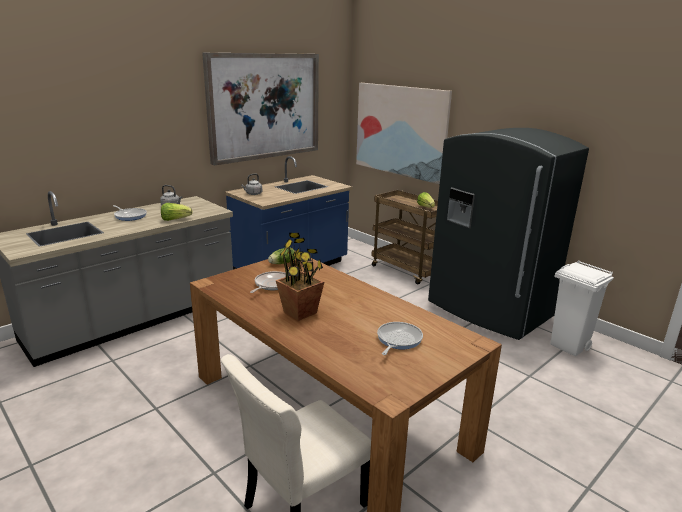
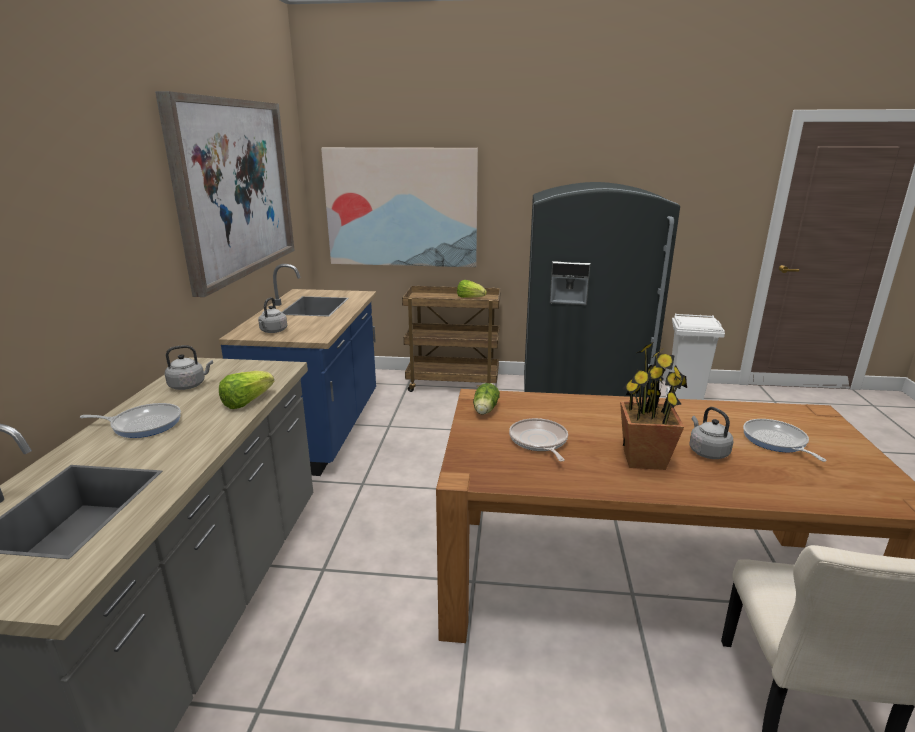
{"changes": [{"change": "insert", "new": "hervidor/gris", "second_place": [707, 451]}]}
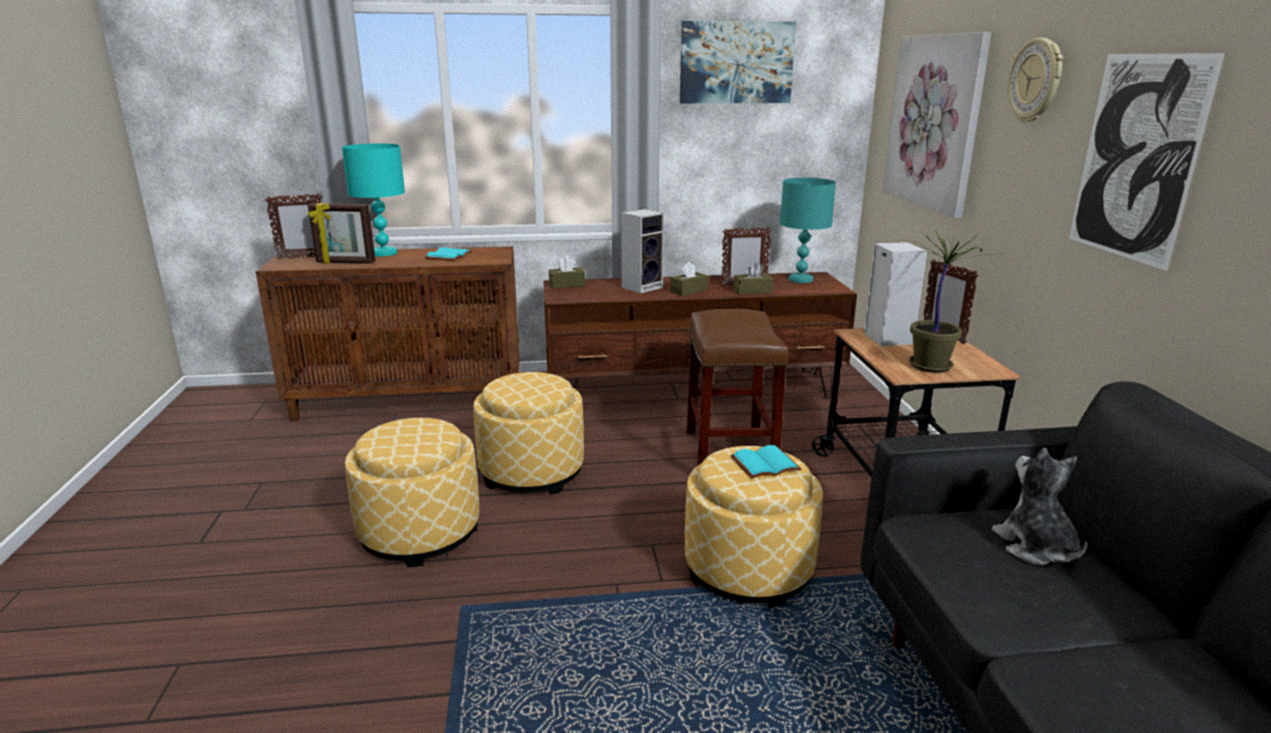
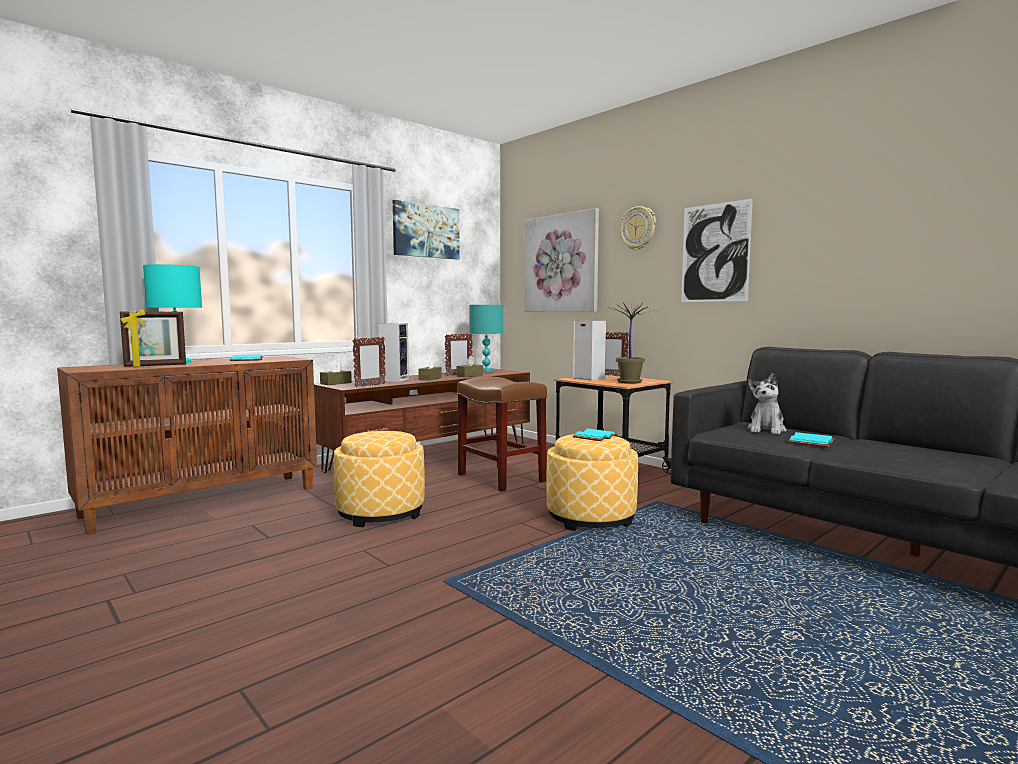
{"changes": [{"change": "delete", "old": "puf", "first_place": [420, 532]}, {"change": "insert", "new": "libro/turquesa", "second_place": [812, 442]}, {"change": "move", "old": "portarretratos", "first_place": [303, 257], "second_place": [370, 385]}, {"change": "rotate", "old": "peluche", "first_place": [1035, 547], "second_place": [766, 430], "degrees": -105}]}
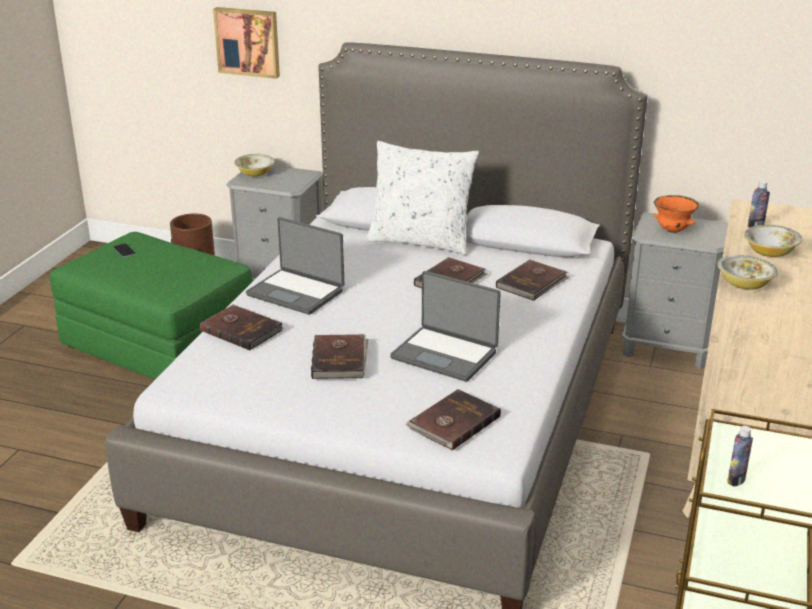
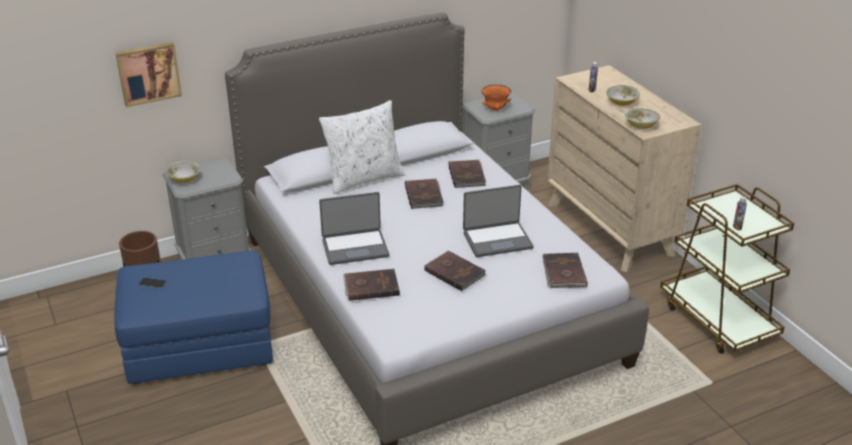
{"changes": [{"change": "recolor", "old": "puf/verde", "new": "puf/azul", "first_place": [158, 344], "second_place": [199, 345]}]}
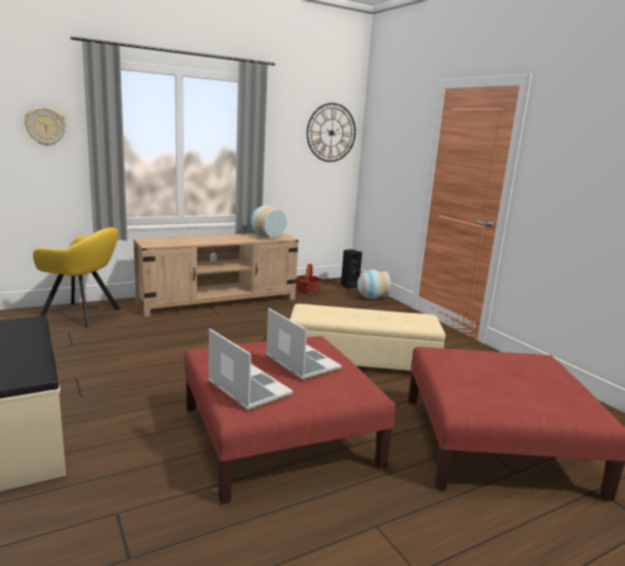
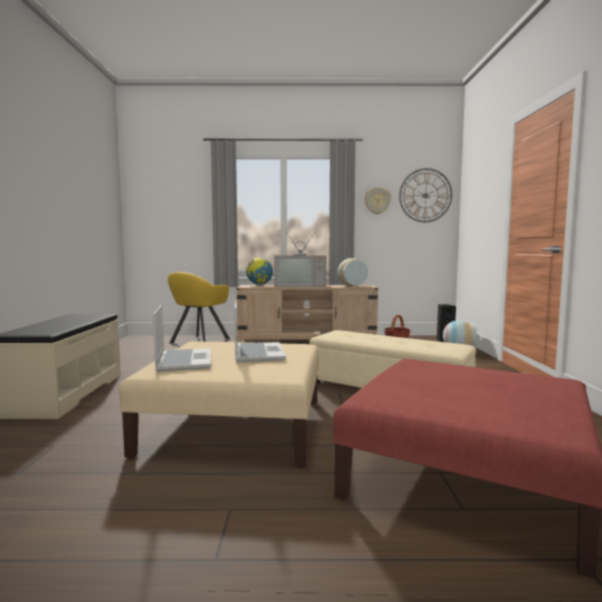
{"changes": [{"change": "insert", "new": "globo terráqueo", "second_place": [259, 285]}, {"change": "insert", "new": "televisor", "second_place": [301, 286]}, {"change": "move", "old": "reloj de pared", "first_place": [45, 126], "second_place": [377, 201]}, {"change": "recolor", "old": "puf/rojo", "new": "puf/beis", "first_place": [278, 435], "second_place": [235, 425]}, {"change": "rotate", "old": "sillón/amarillo", "first_place": [83, 315], "second_place": [198, 341], "degrees": 75}]}
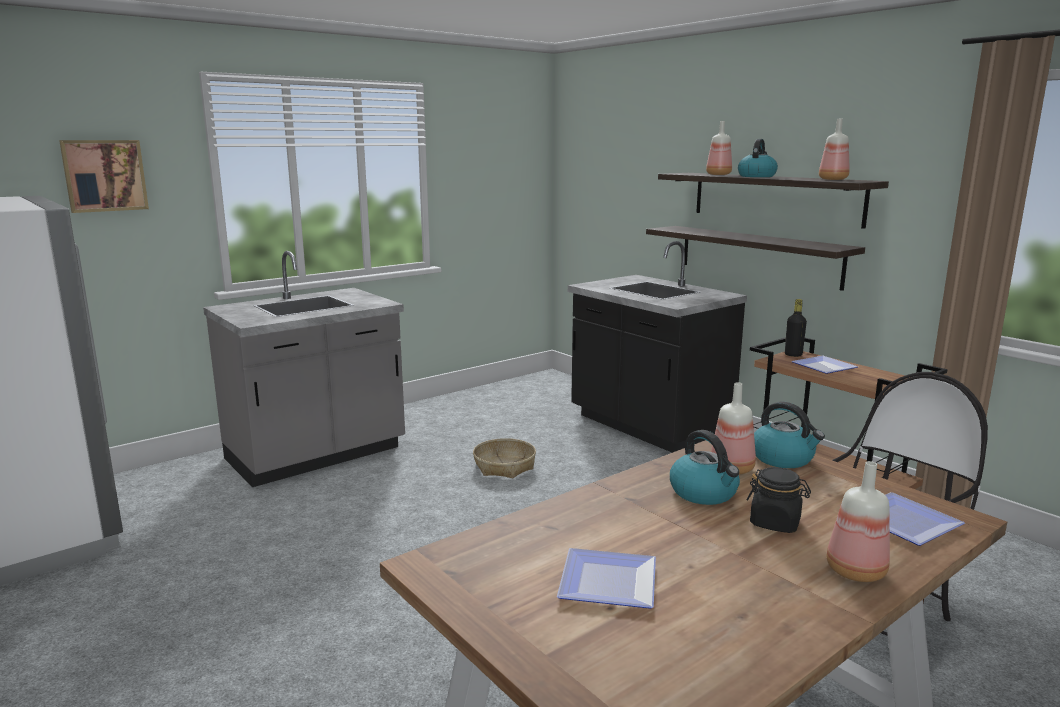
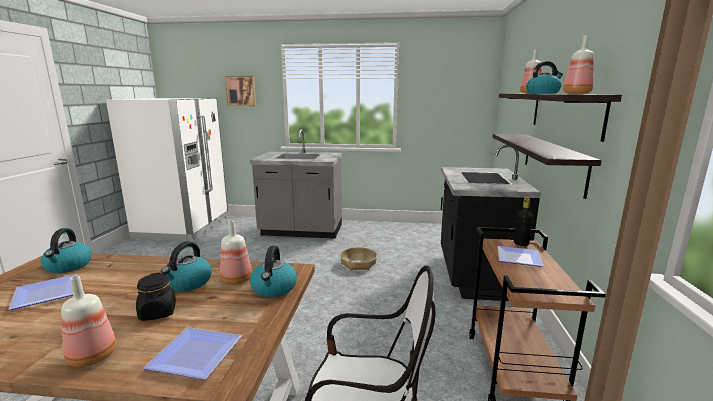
{"changes": [{"change": "insert", "new": "hervidor", "second_place": [68, 266]}]}
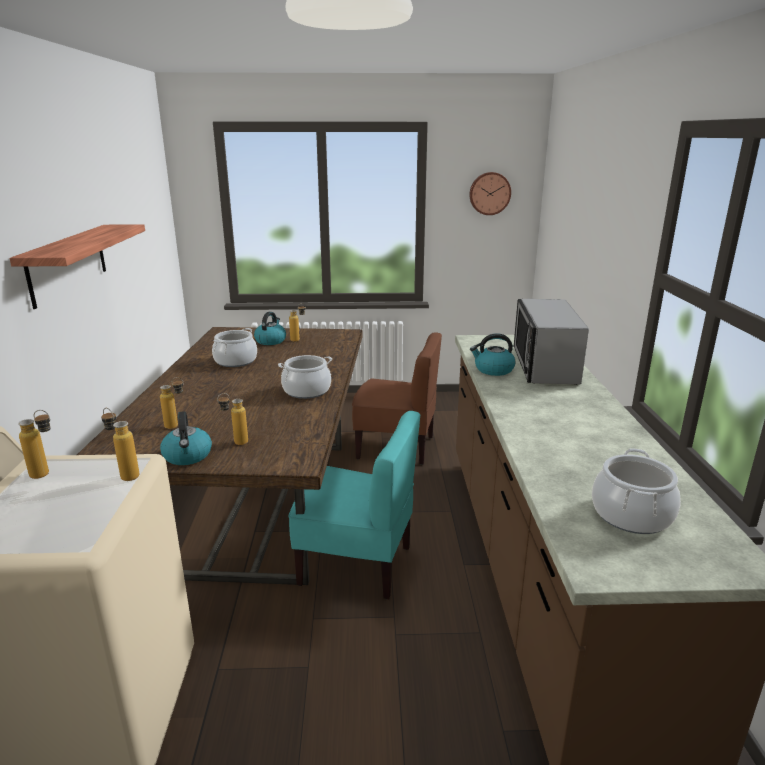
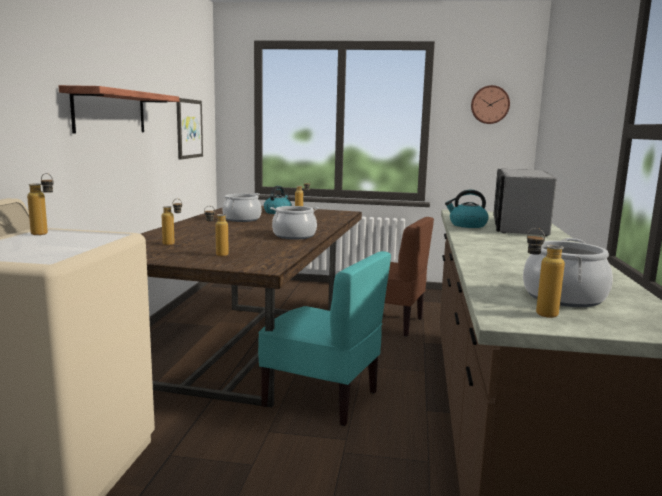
{"changes": [{"change": "delete", "old": "hervidor", "first_place": [188, 456]}, {"change": "insert", "new": "cuadro", "second_place": [188, 128]}, {"change": "move", "old": "botella", "first_place": [125, 475], "second_place": [538, 312]}]}
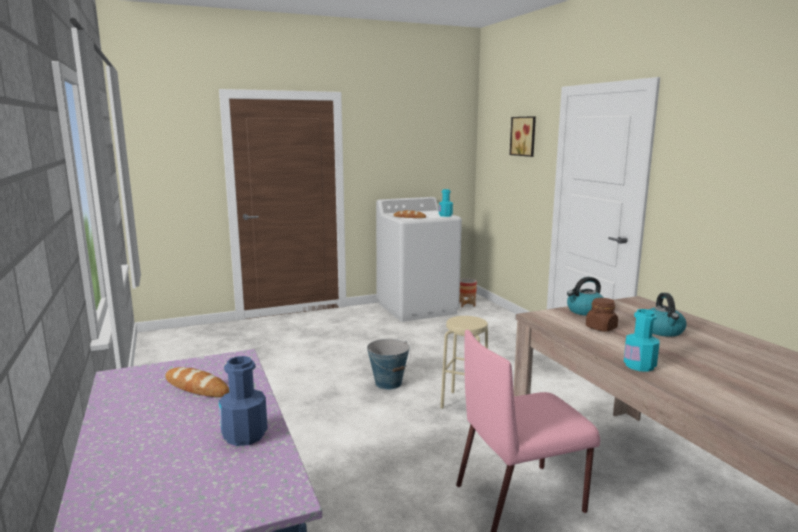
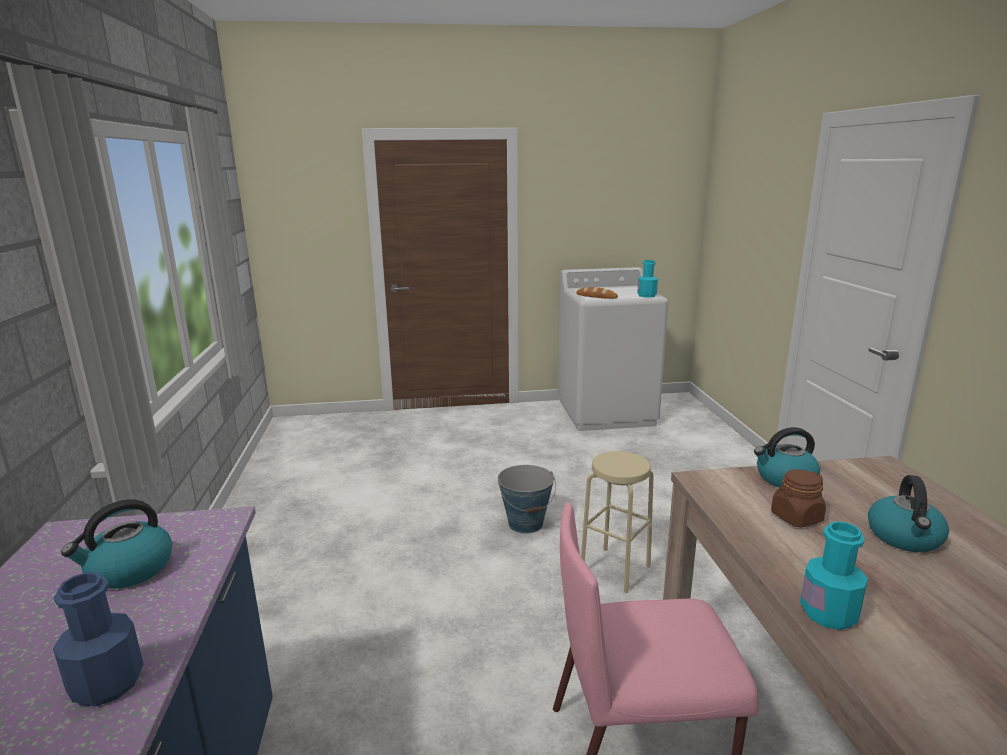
{"changes": [{"change": "delete", "old": "maceta", "first_place": [466, 304]}, {"change": "delete", "old": "cuadro", "first_place": [524, 136]}, {"change": "replace", "old": "pan", "new": "hervidor", "first_place": [197, 387], "second_place": [129, 570]}]}
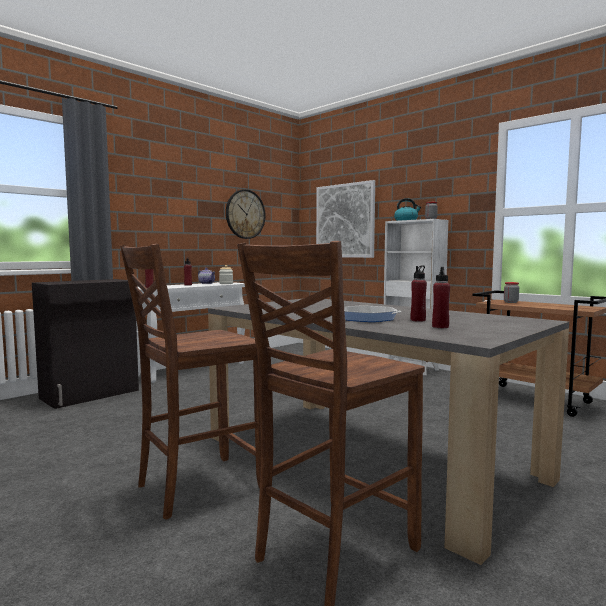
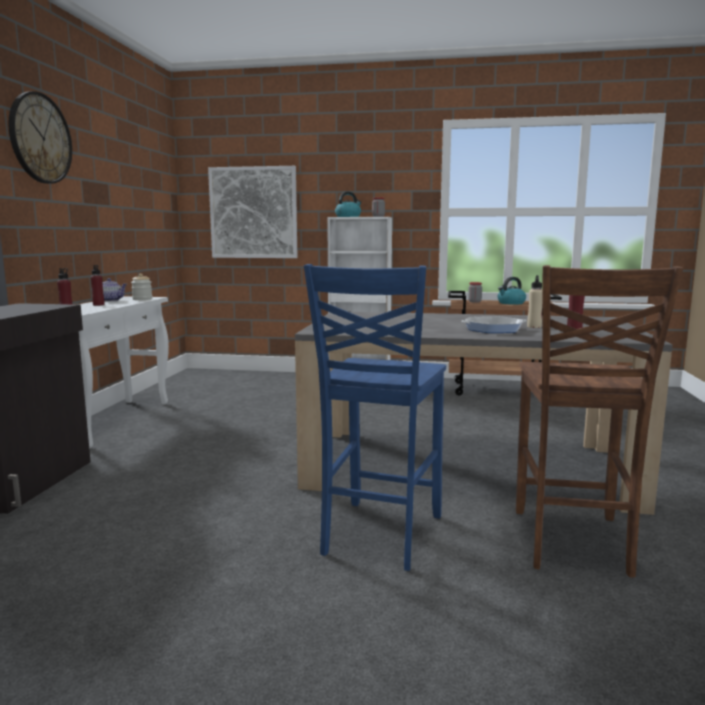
{"changes": [{"change": "insert", "new": "hervidor", "second_place": [511, 303]}, {"change": "move", "old": "reloj de pared", "first_place": [245, 214], "second_place": [40, 138]}, {"change": "recolor", "old": "silla/marrón", "new": "silla/azul", "first_place": [197, 487], "second_place": [379, 535]}, {"change": "recolor", "old": "botella/rojo", "new": "botella/beis", "first_place": [418, 320], "second_place": [534, 327]}]}
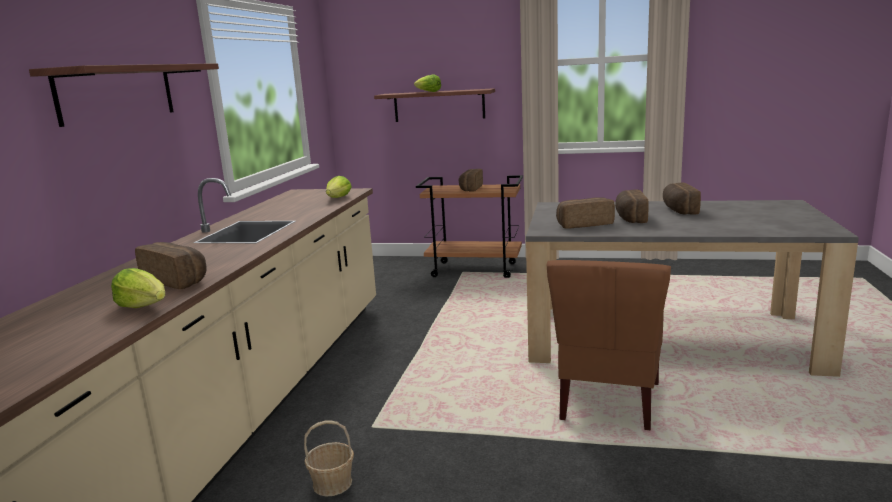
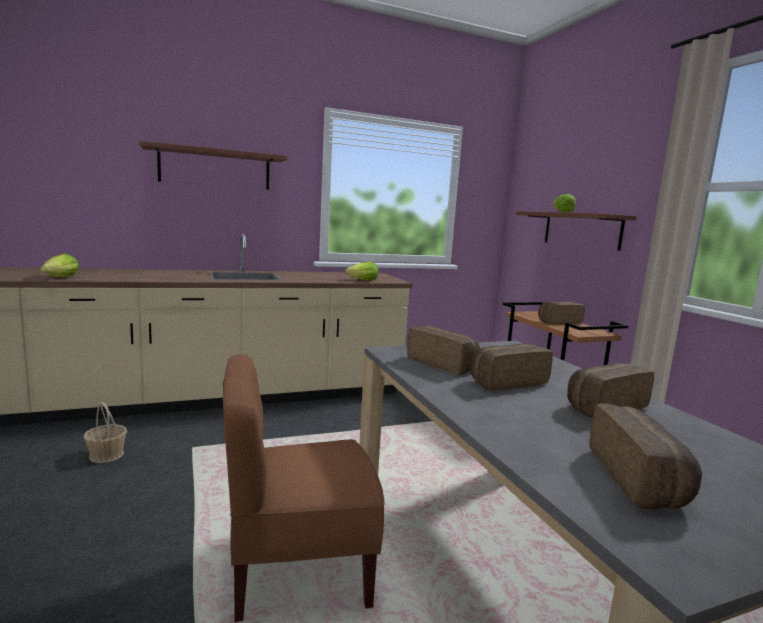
{"changes": [{"change": "move", "old": "pan", "first_place": [177, 280], "second_place": [640, 479]}]}
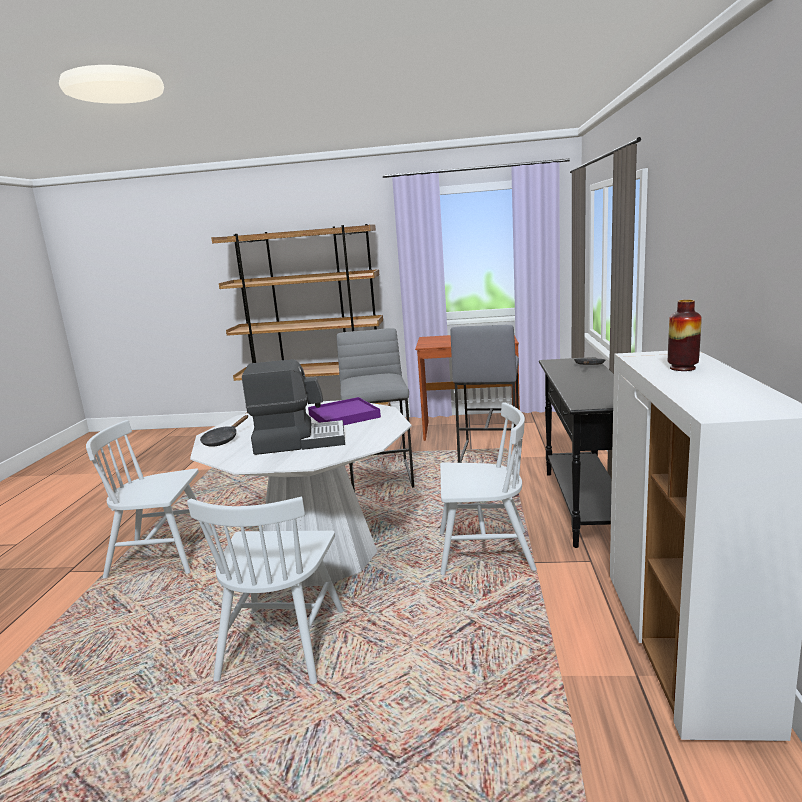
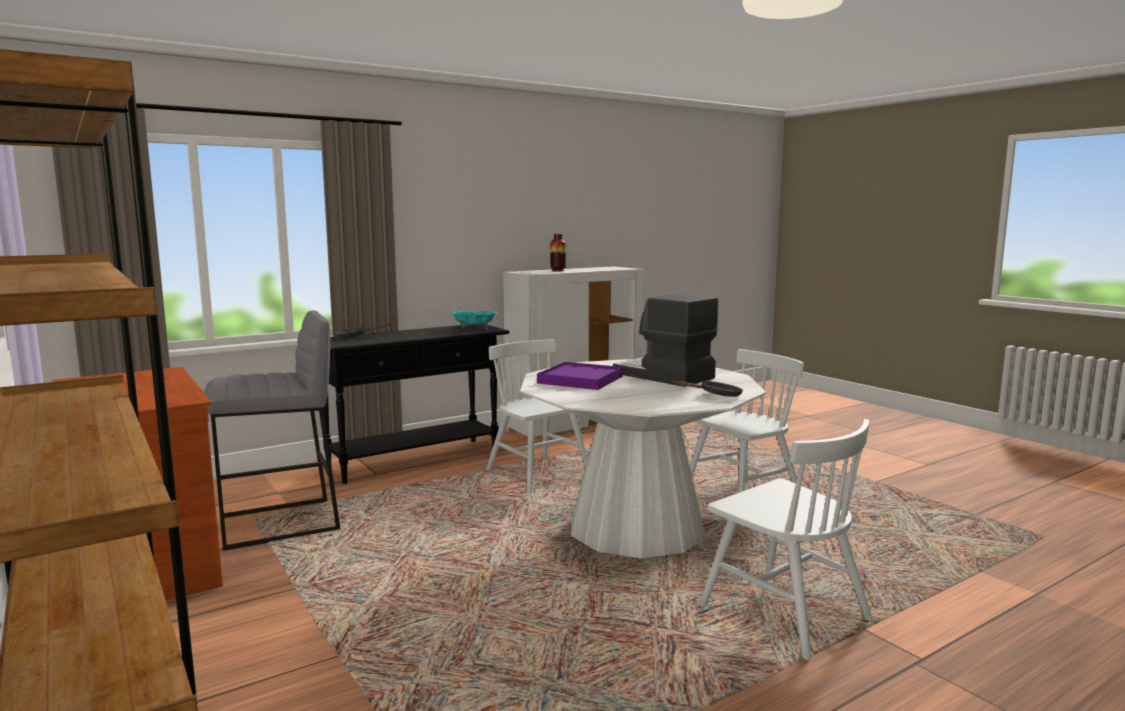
{"changes": [{"change": "delete", "old": "taburete/gris", "first_place": [382, 476]}, {"change": "insert", "new": "cuenco/turquesa", "second_place": [474, 329]}]}
